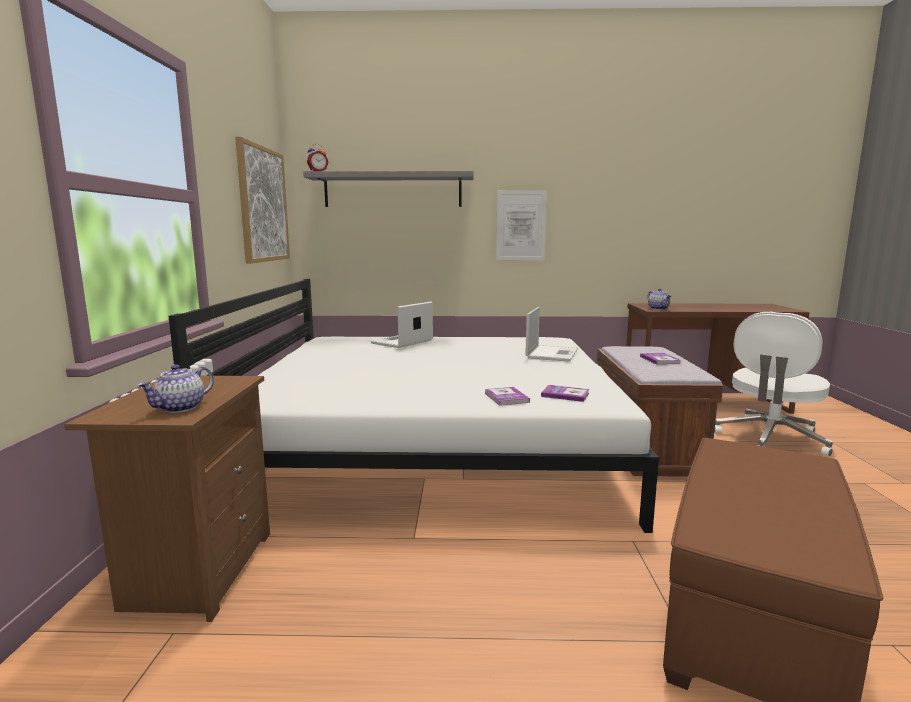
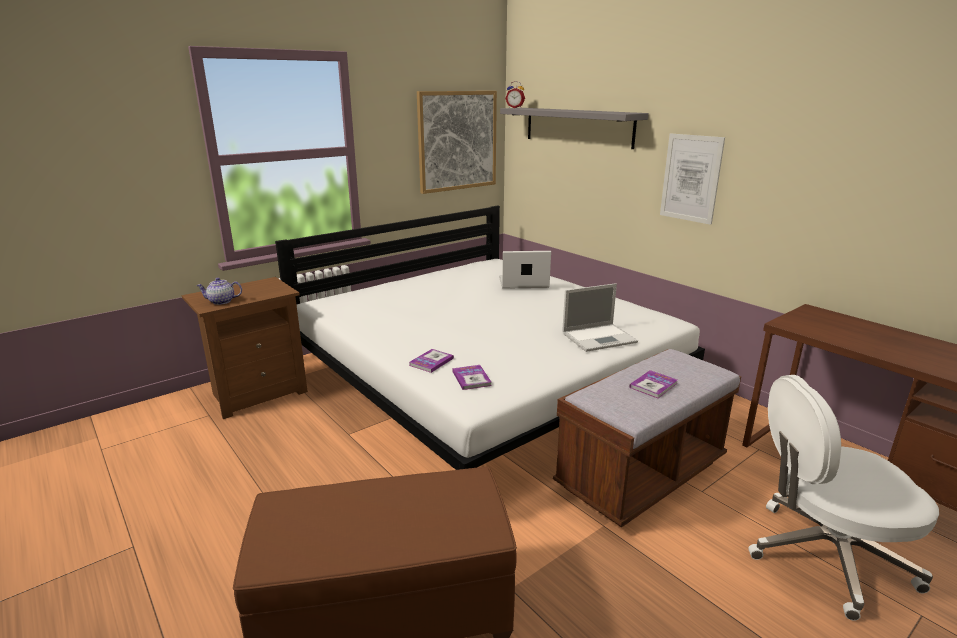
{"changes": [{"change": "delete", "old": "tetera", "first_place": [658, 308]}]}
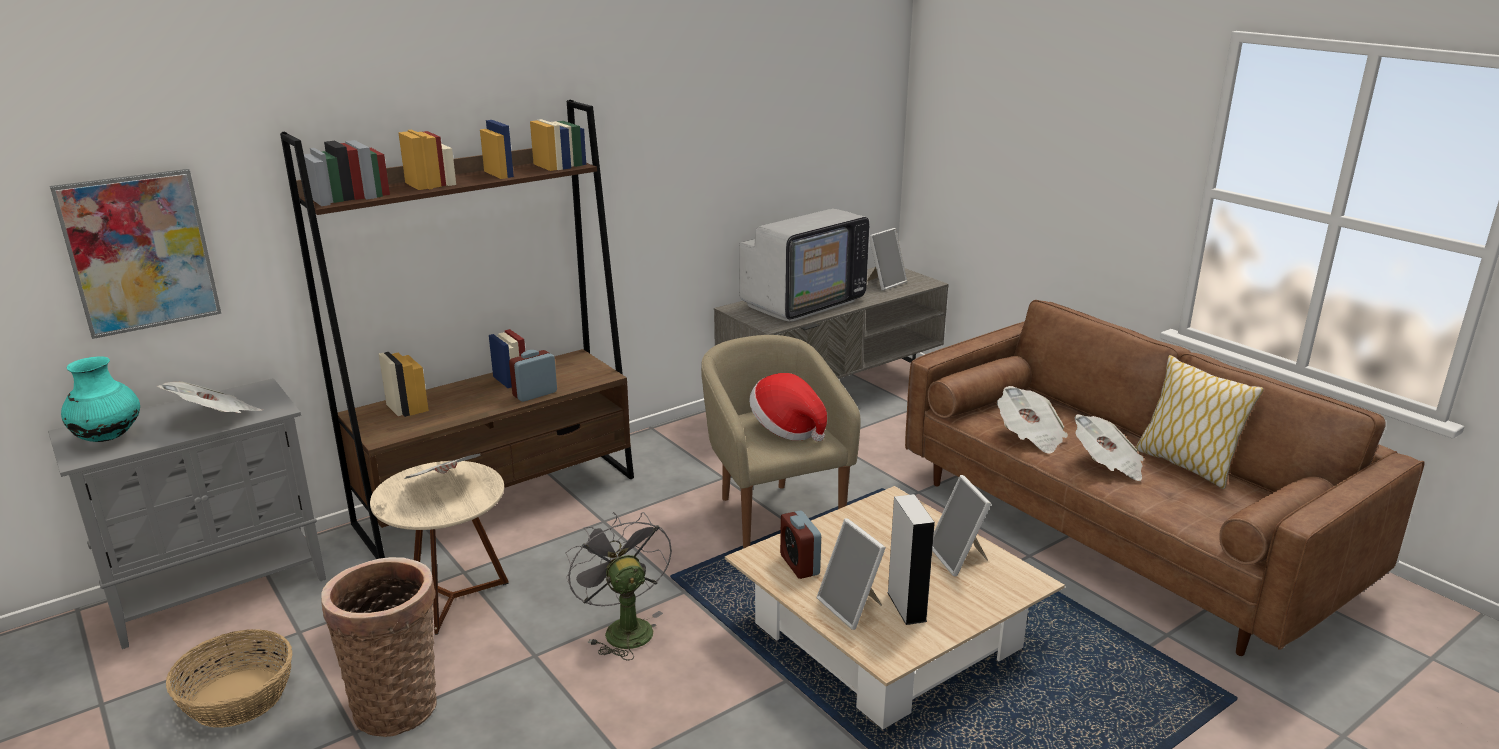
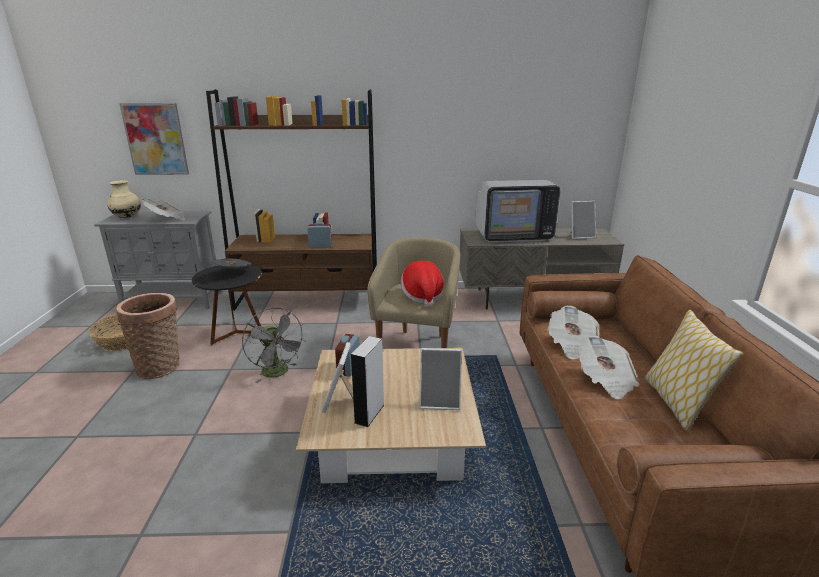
{"changes": [{"change": "recolor", "old": "florero/turquesa", "new": "florero/beis", "first_place": [108, 437], "second_place": [127, 217]}, {"change": "recolor", "old": "mesa auxiliar/beis", "new": "mesa auxiliar/negro", "first_place": [453, 598], "second_place": [236, 333]}, {"change": "rotate", "old": "ventilador/gris", "first_place": [623, 628], "second_place": [278, 373], "degrees": 135}, {"change": "rotate", "old": "portarretratos", "first_place": [959, 558], "second_place": [440, 401], "degrees": -105}]}
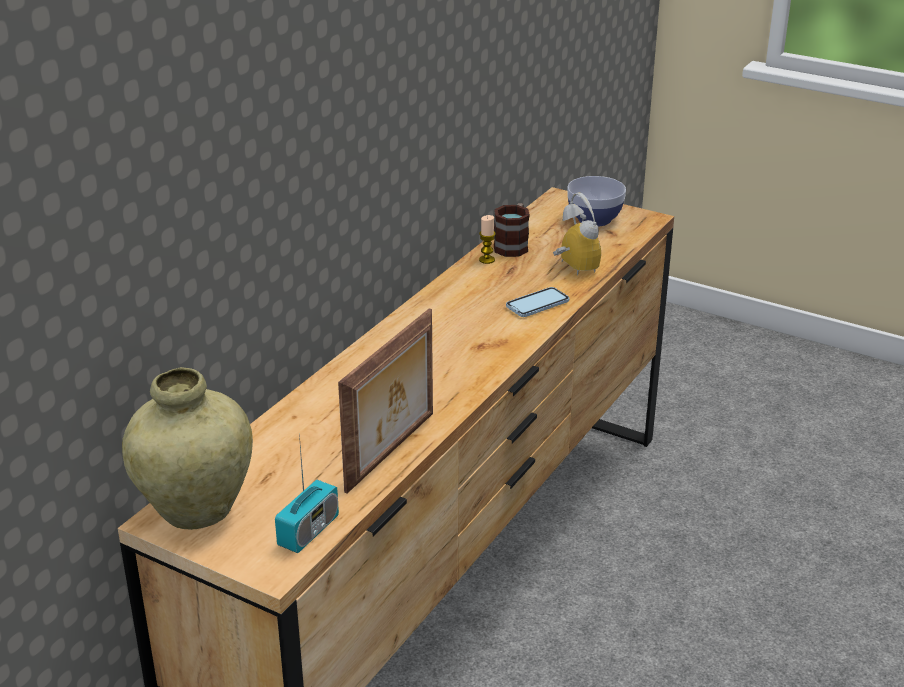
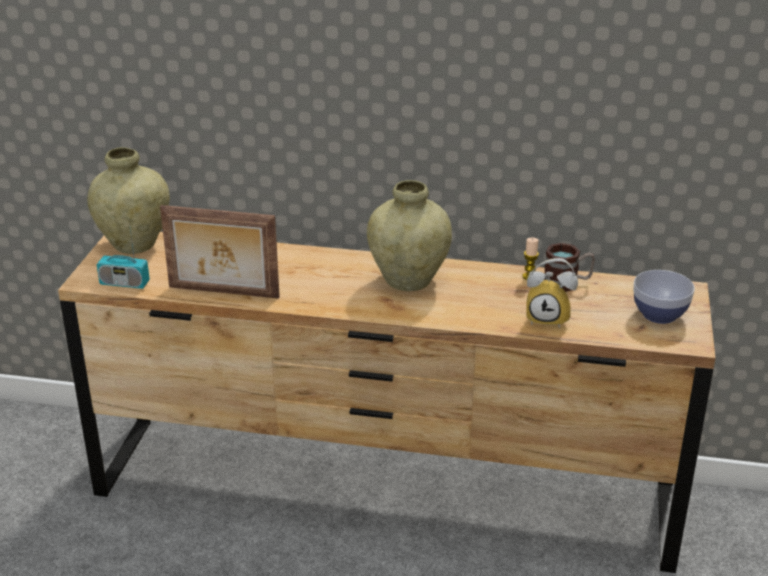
{"changes": [{"change": "delete", "old": "móvil", "first_place": [537, 304]}, {"change": "insert", "new": "florero/beis", "second_place": [408, 280]}, {"change": "rotate", "old": "despertador", "first_place": [572, 268], "second_place": [549, 318], "degrees": 60}]}
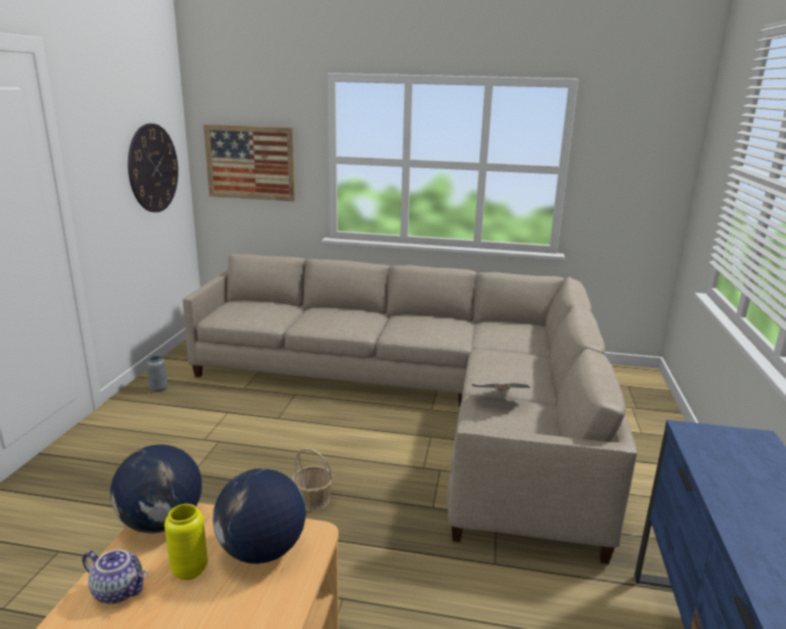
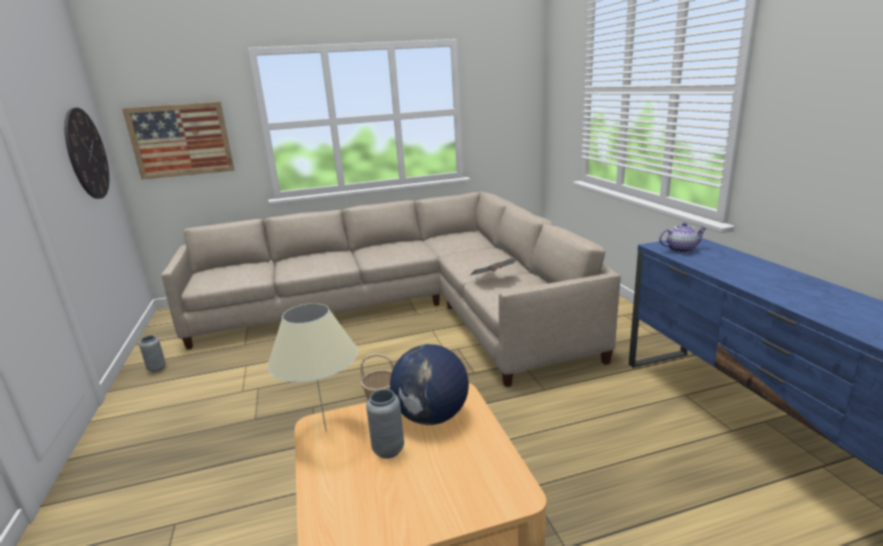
{"changes": [{"change": "move", "old": "tetera", "first_place": [119, 590], "second_place": [681, 249]}, {"change": "replace", "old": "globo terráqueo", "new": "lámpara de mesa/beis", "first_place": [162, 523], "second_place": [326, 431]}, {"change": "recolor", "old": "florero/amarillo", "new": "florero/gris", "first_place": [189, 570], "second_place": [388, 450]}]}
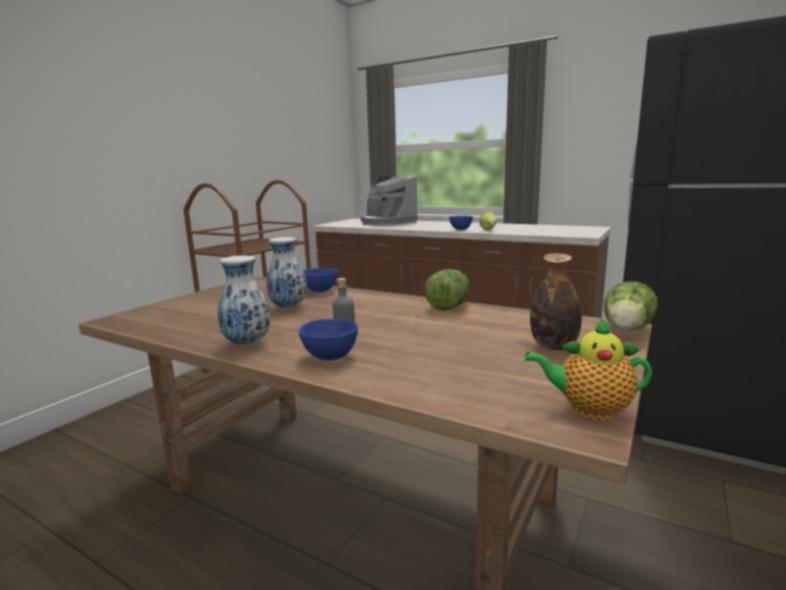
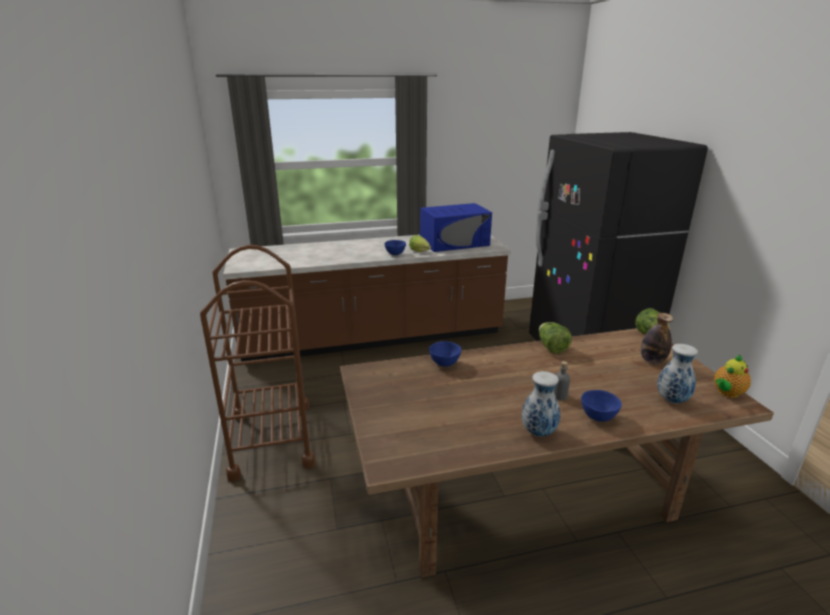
{"changes": [{"change": "delete", "old": "cafetera", "first_place": [387, 223]}, {"change": "insert", "new": "microondas/azul", "second_place": [454, 243]}, {"change": "move", "old": "florero", "first_place": [289, 307], "second_place": [671, 399]}]}
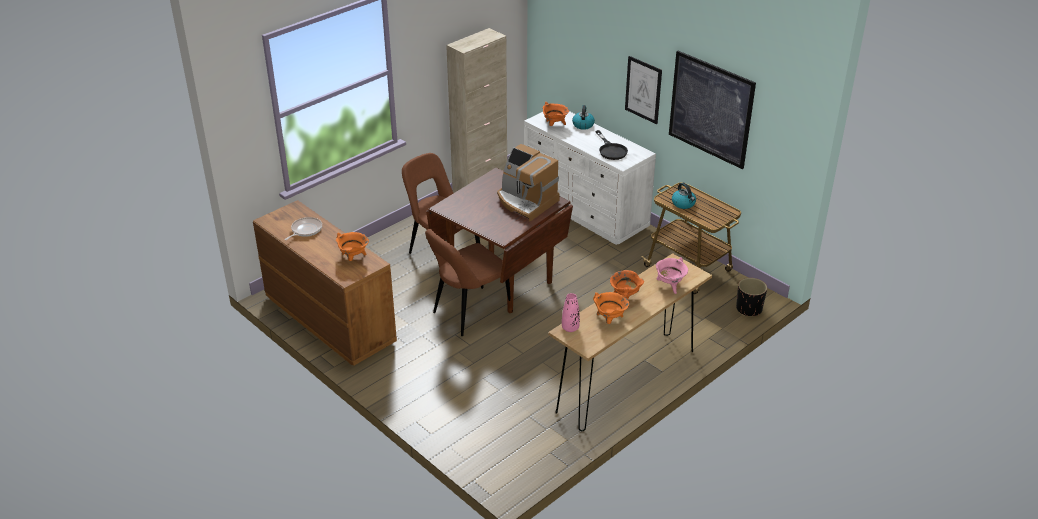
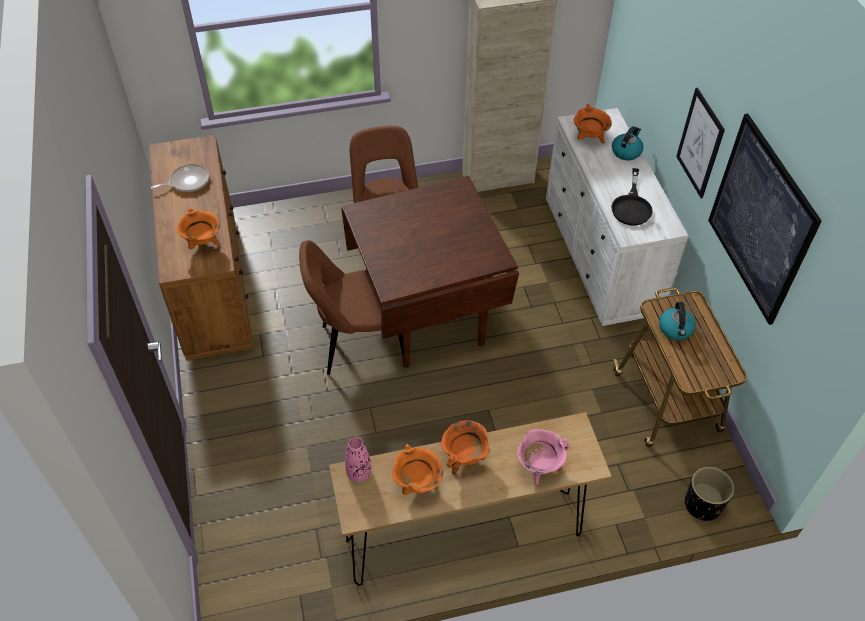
{"changes": [{"change": "delete", "old": "cafetera", "first_place": [526, 202]}]}
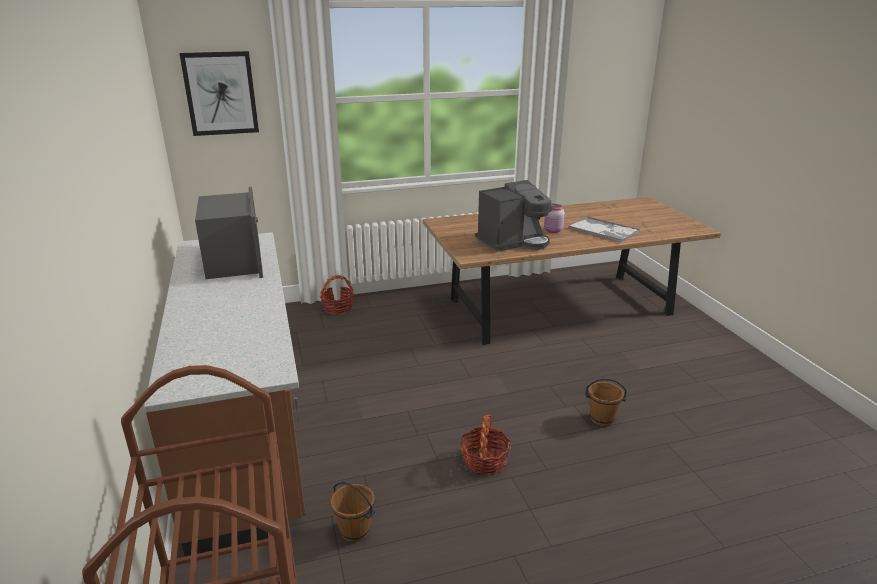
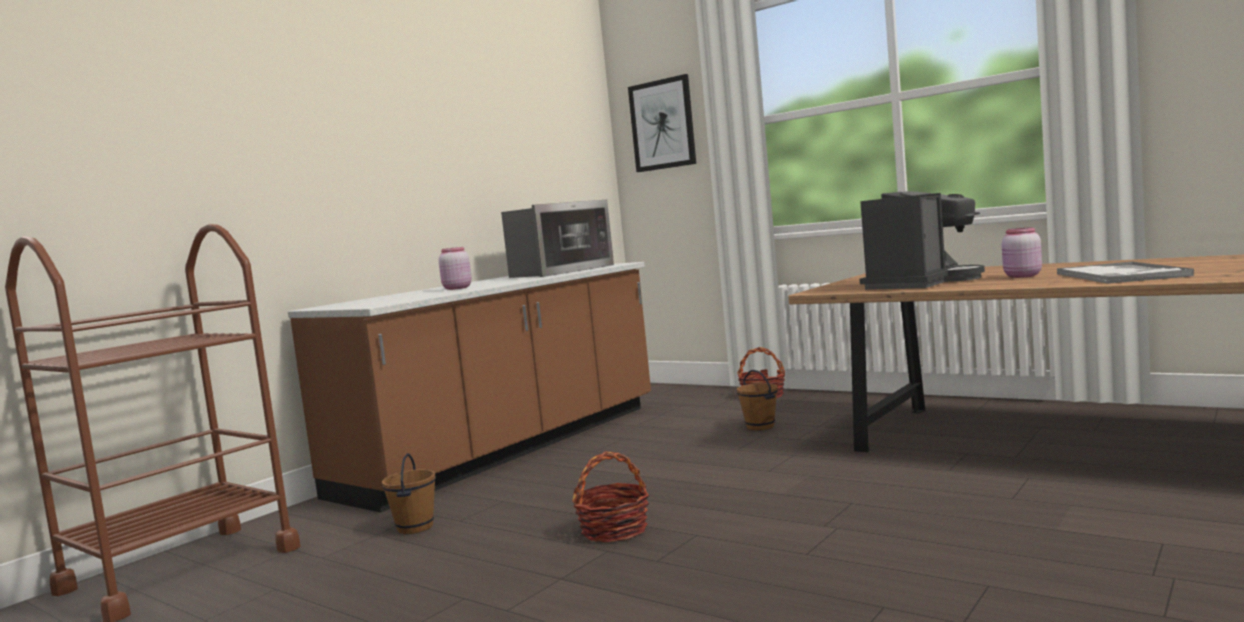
{"changes": [{"change": "insert", "new": "tarro/rosa", "second_place": [456, 288]}, {"change": "move", "old": "cubo/marrón", "first_place": [602, 419], "second_place": [760, 427]}, {"change": "rotate", "old": "cafetera", "first_place": [513, 242], "second_place": [920, 283], "degrees": -75}]}
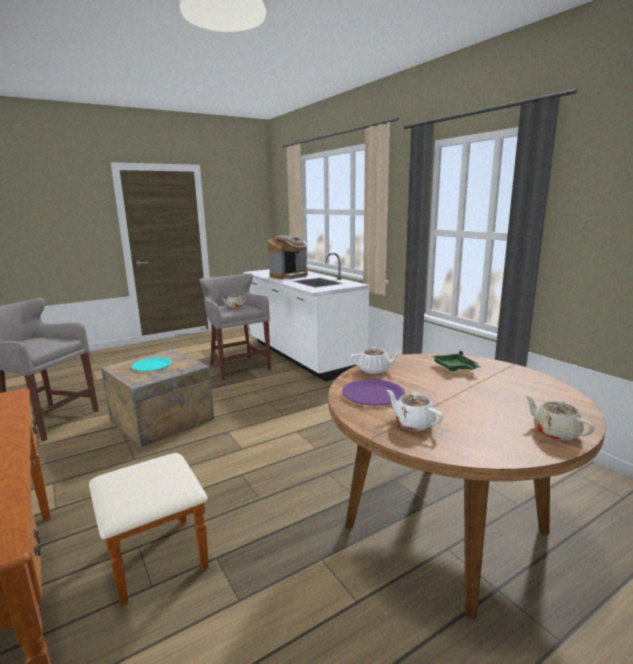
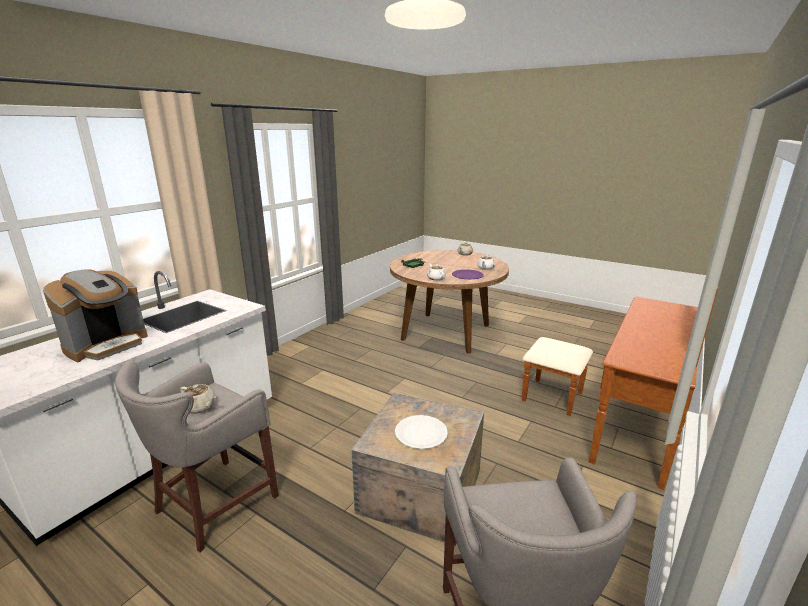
{"changes": [{"change": "recolor", "old": "plato/turquesa", "new": "plato/blanco", "first_place": [152, 365], "second_place": [421, 433]}, {"change": "rotate", "old": "cafetera", "first_place": [289, 276], "second_place": [107, 345], "degrees": 105}]}
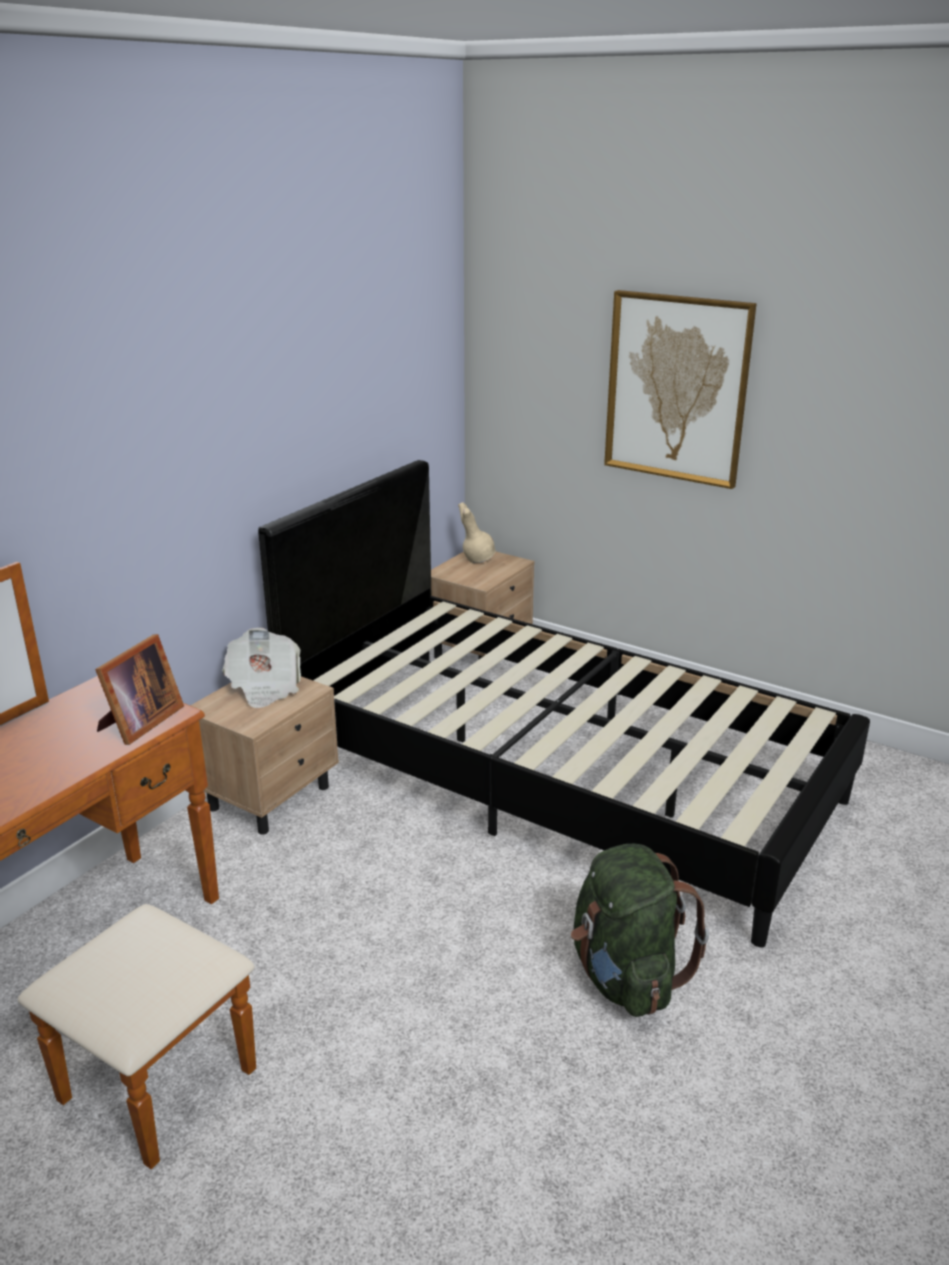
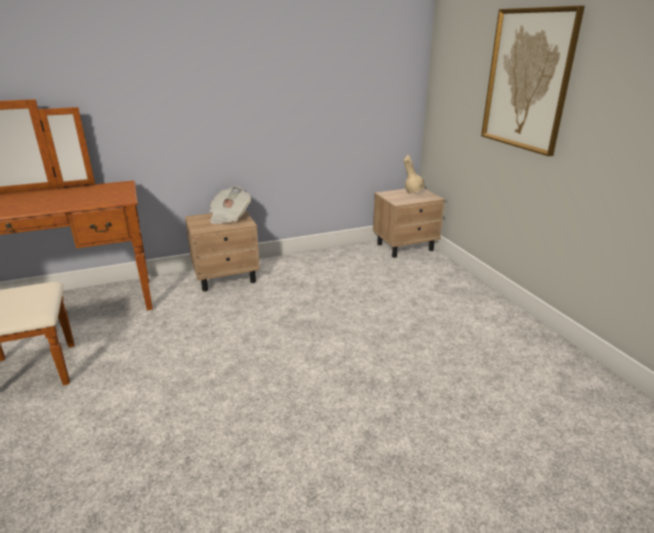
{"changes": [{"change": "delete", "old": "portarretratos", "first_place": [139, 723]}, {"change": "delete", "old": "cama/negro", "first_place": [556, 776]}, {"change": "delete", "old": "mochila/verde", "first_place": [626, 977]}]}
